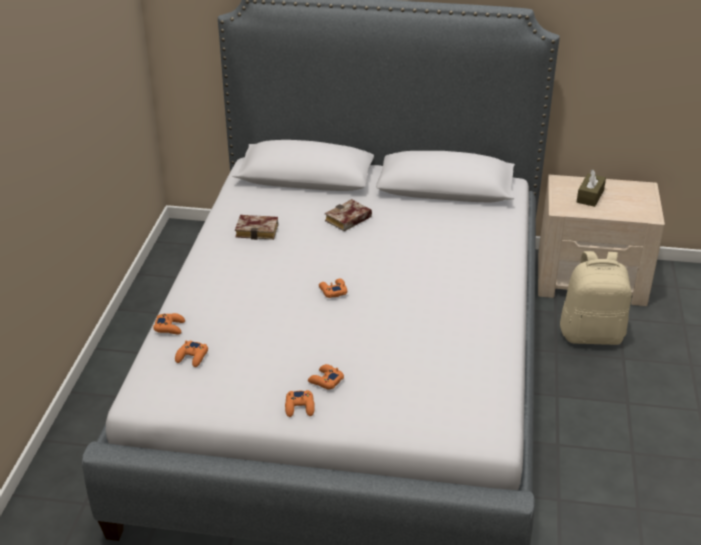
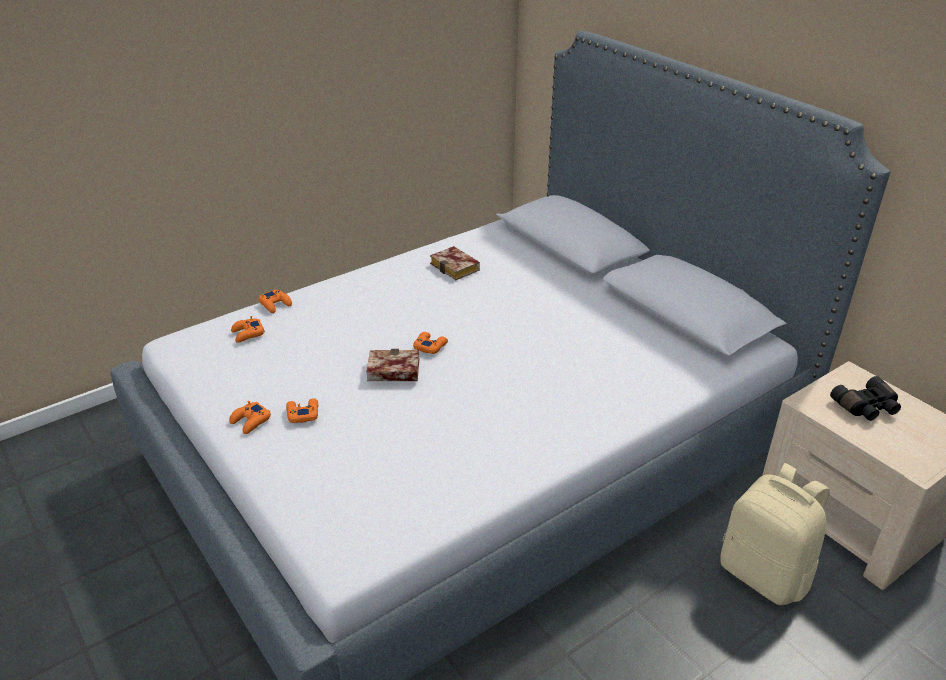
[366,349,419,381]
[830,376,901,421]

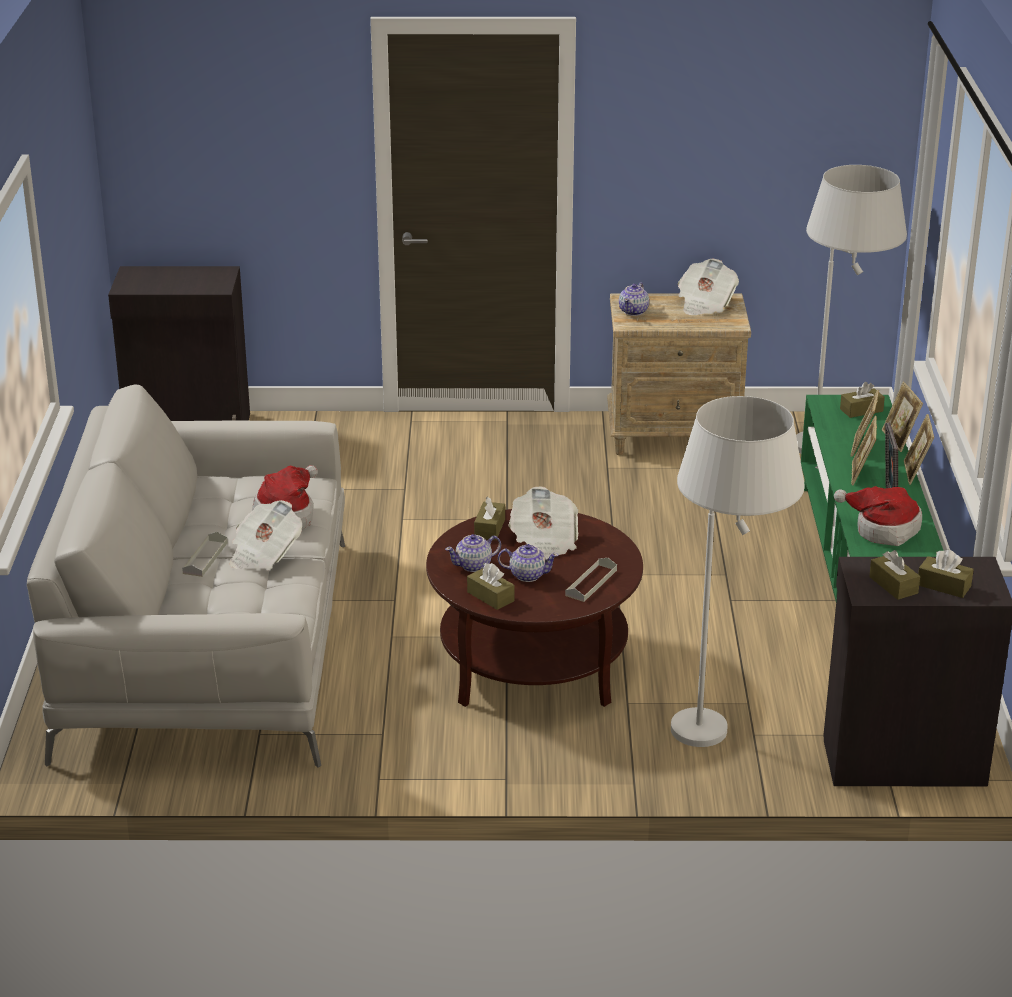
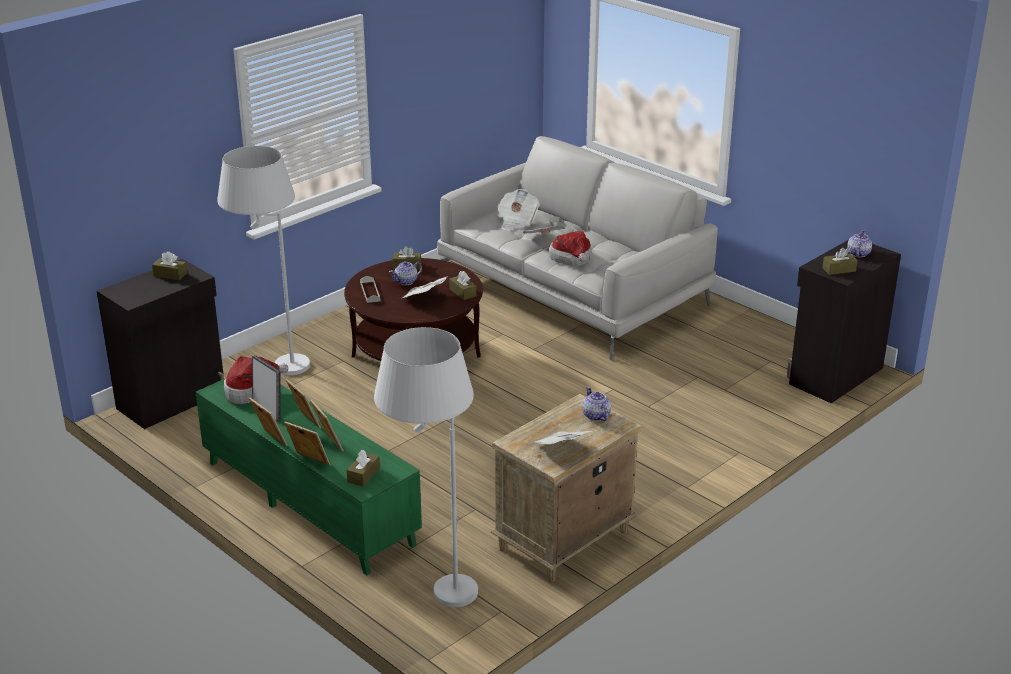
[497,189,540,229]
[847,230,872,257]
[822,248,858,275]

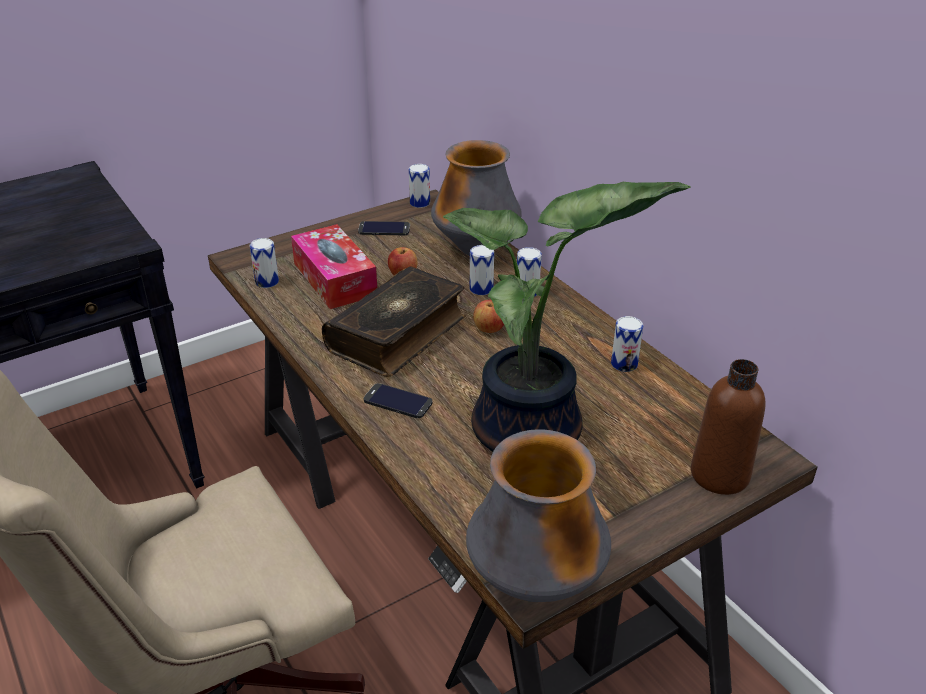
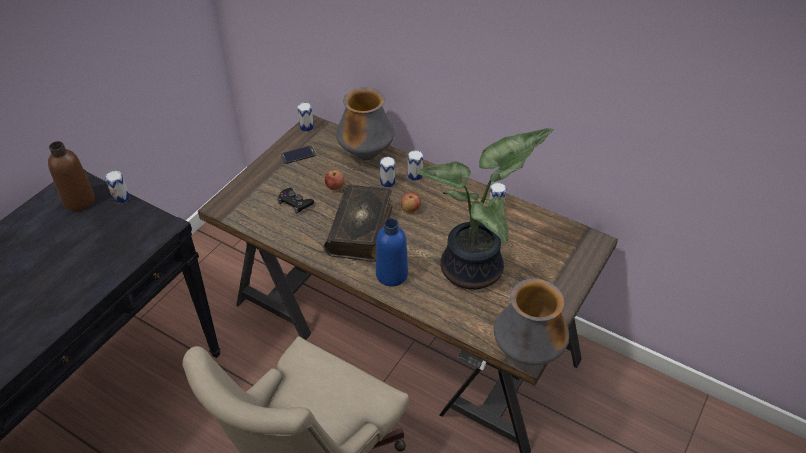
[105,171,130,204]
[48,141,95,211]
[277,188,314,214]
[376,218,408,287]

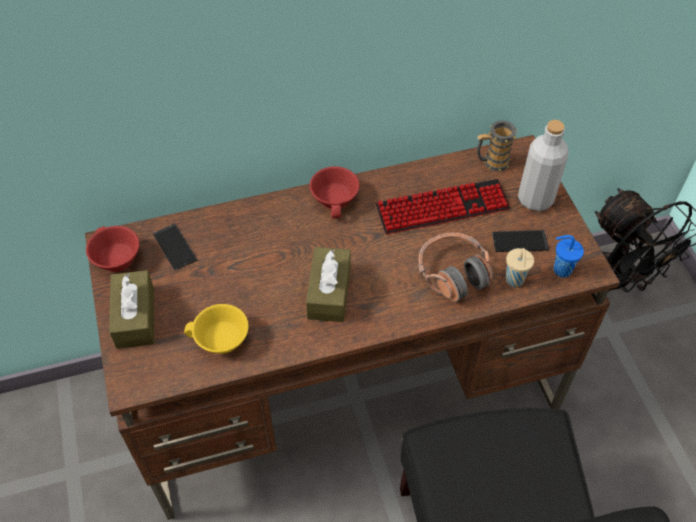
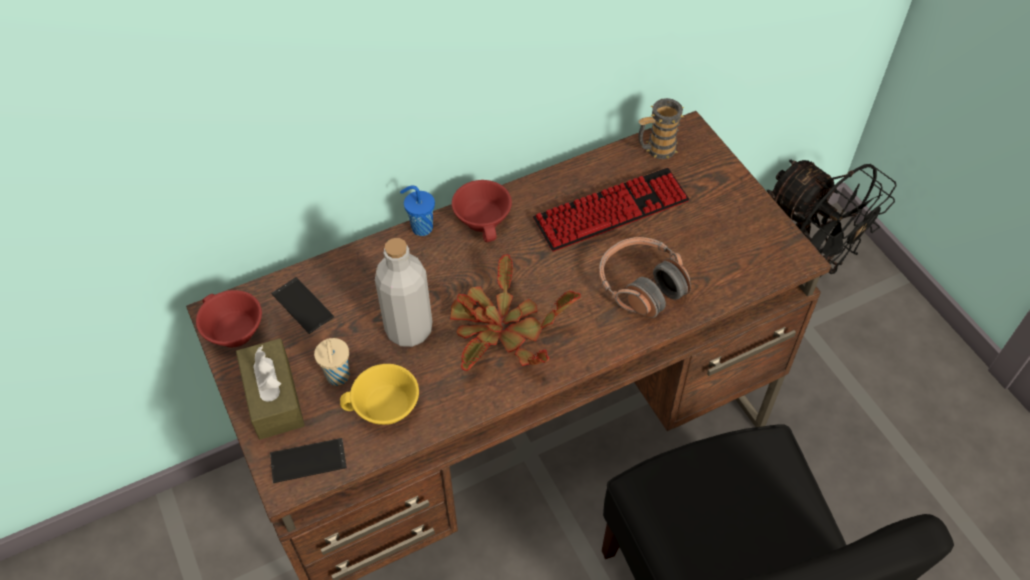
[270,438,347,483]
[314,338,350,386]
[375,238,432,347]
[400,186,435,236]
[450,255,581,371]

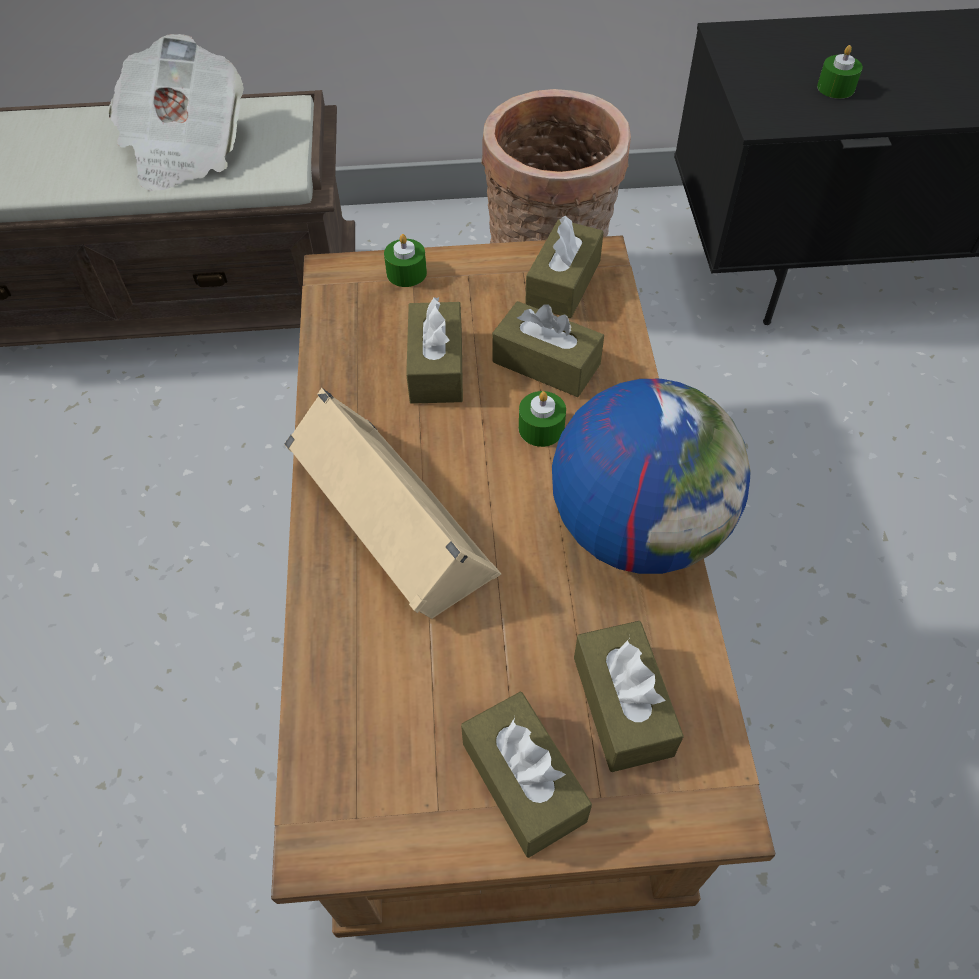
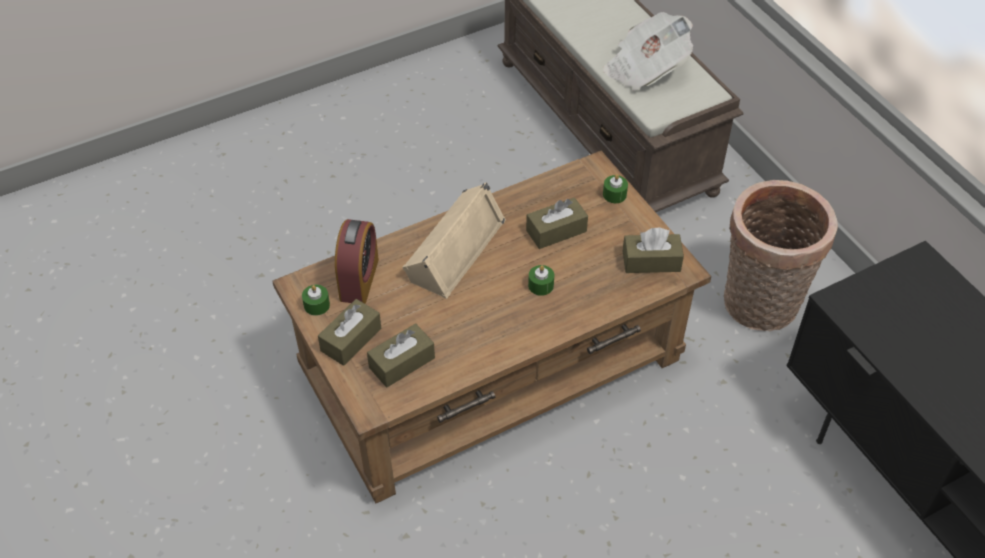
[492,301,604,397] (first image)
[552,379,750,574] (first image)
[335,219,379,304]
[302,285,330,316]

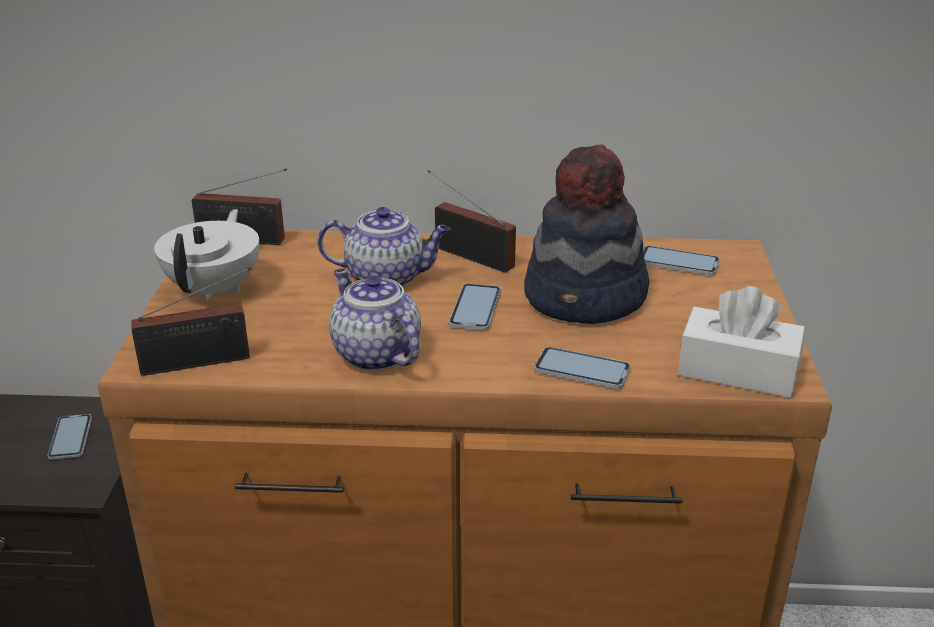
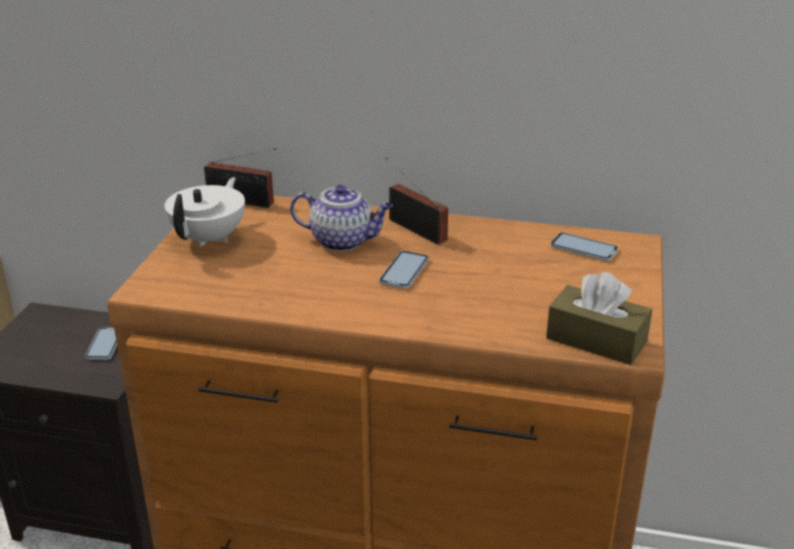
[131,267,251,376] (first image)
[329,268,421,371] (first image)
[524,144,650,324] (first image)
[534,347,631,389] (first image)
[546,272,652,365]

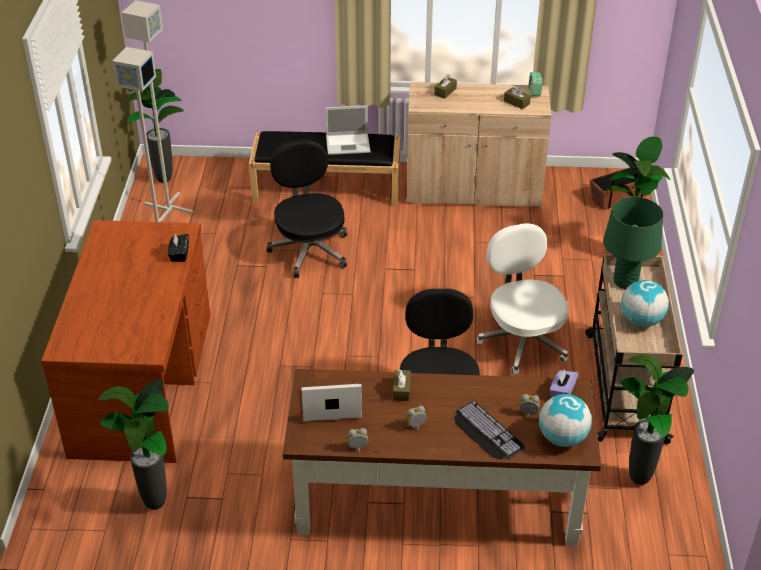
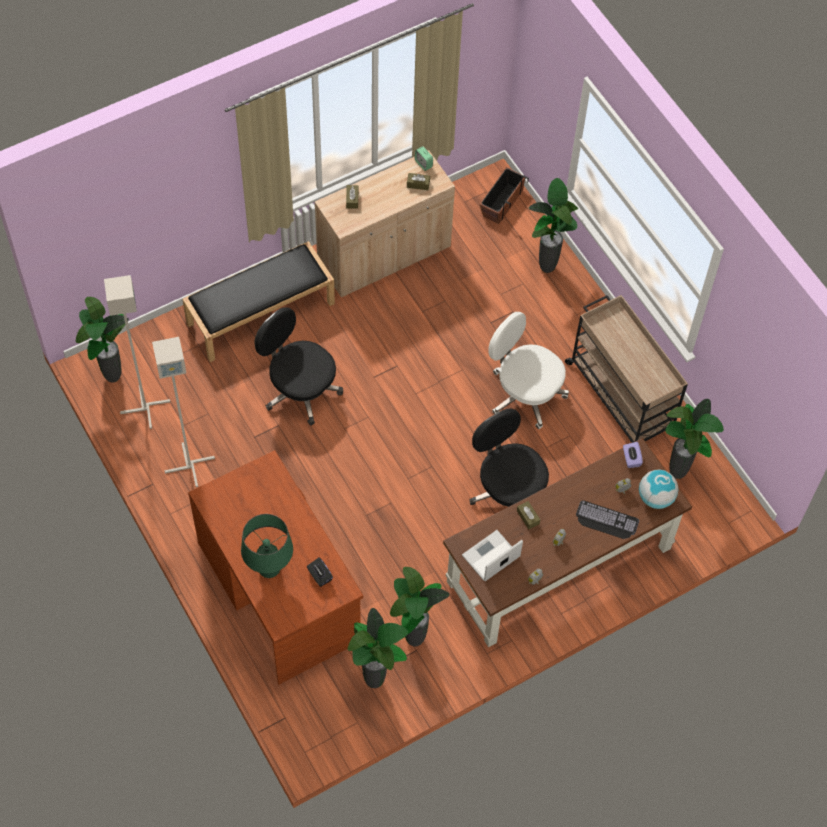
[325,105,371,155] (first image)
[621,280,669,327] (first image)
[390,567,449,646]
[307,557,333,587]
[241,514,293,578]

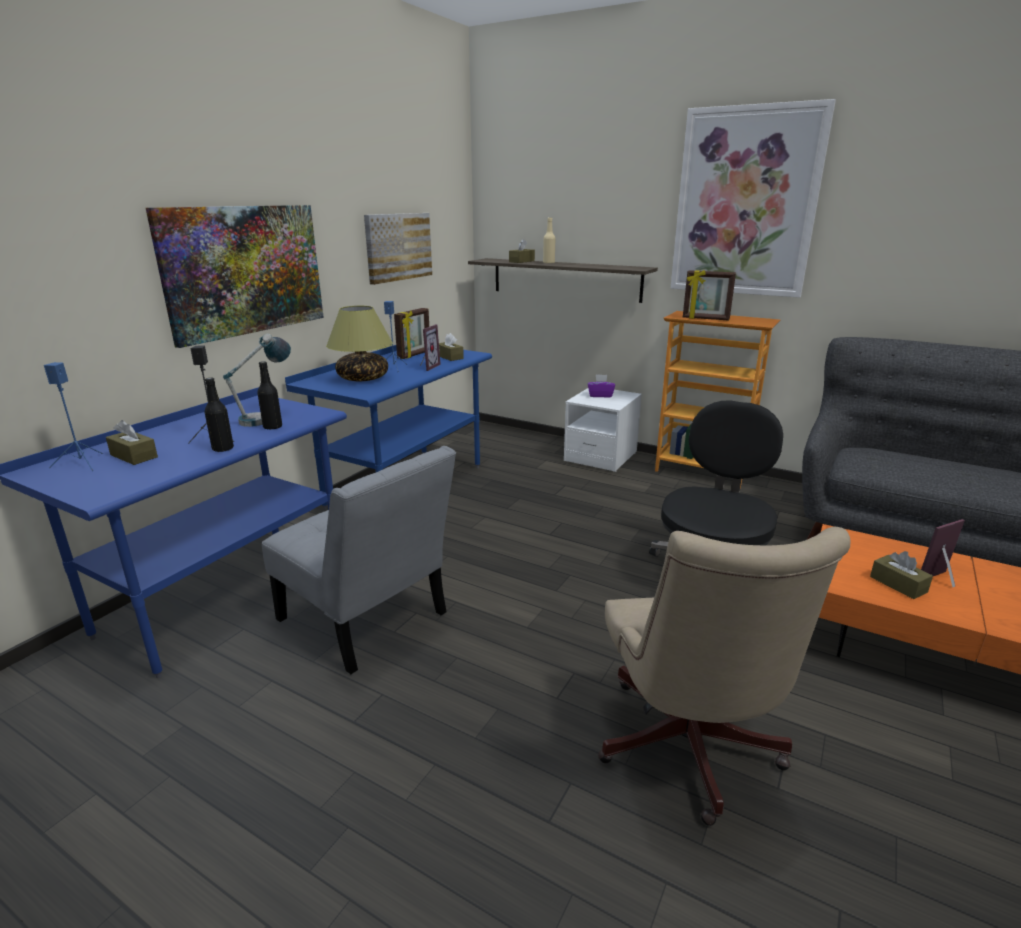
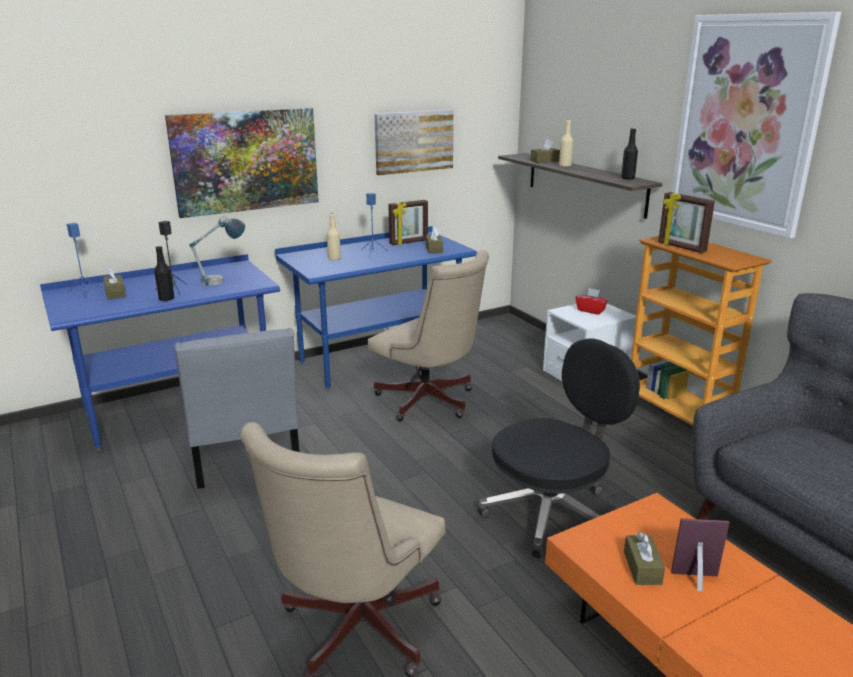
[420,324,441,371] (first image)
[368,250,489,421]
[621,128,638,179]
[327,213,341,261]
[576,288,608,315]

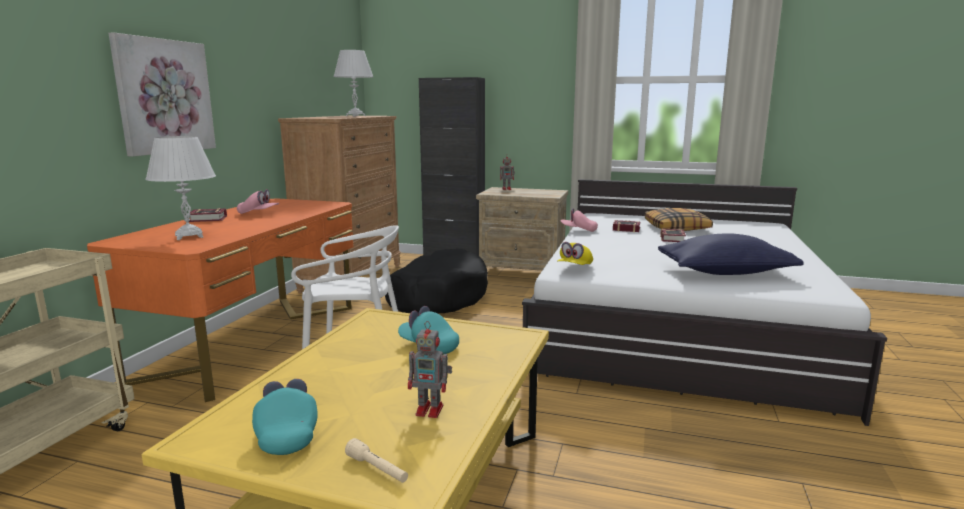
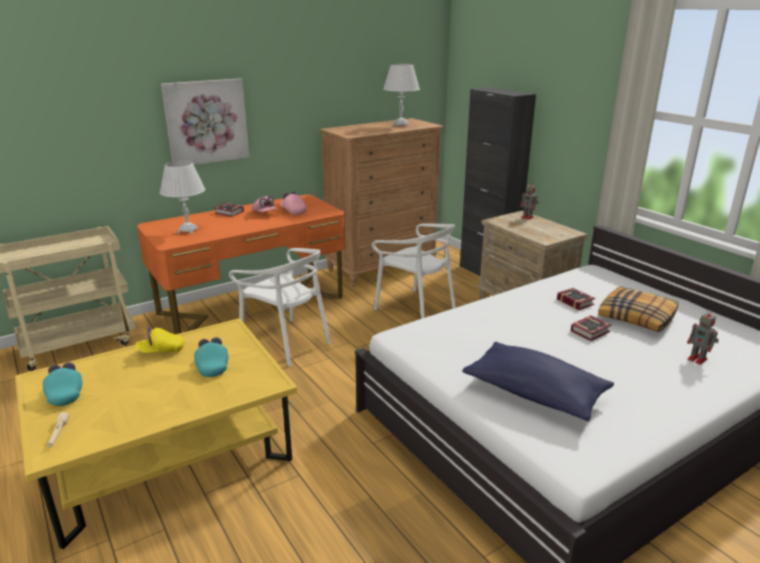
[687,310,719,365]
[135,326,184,353]
[280,191,307,215]
[372,223,456,319]
[43,362,82,406]

